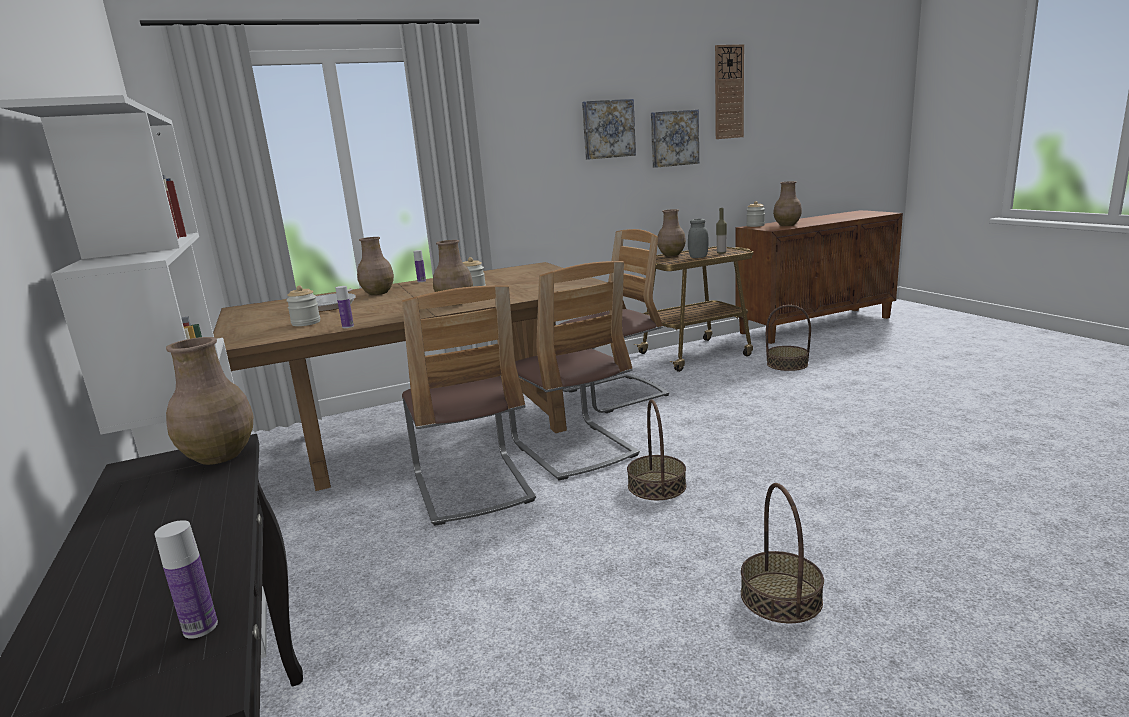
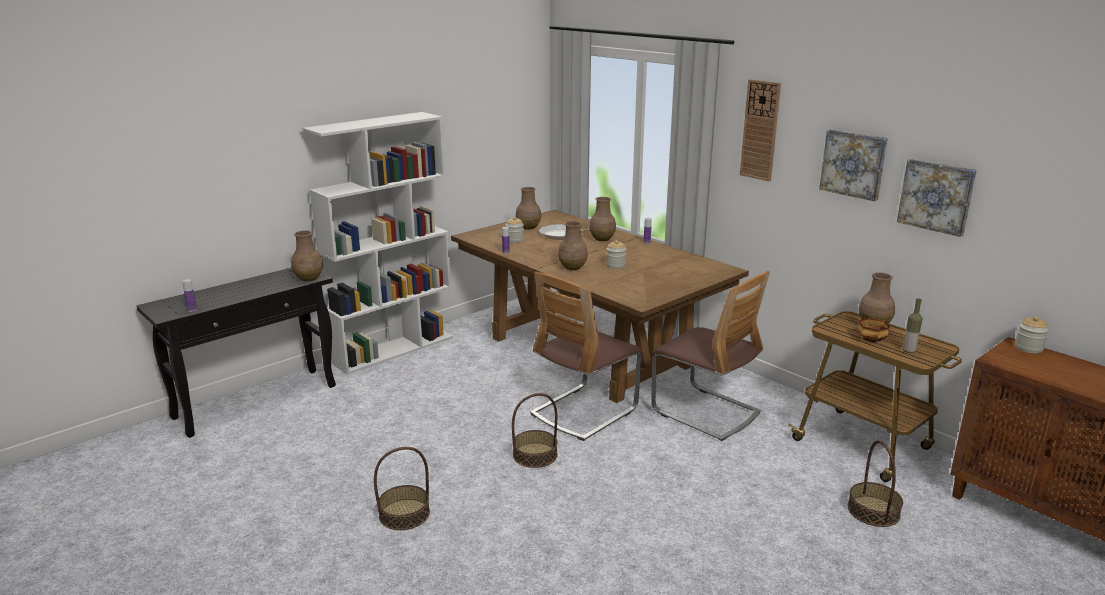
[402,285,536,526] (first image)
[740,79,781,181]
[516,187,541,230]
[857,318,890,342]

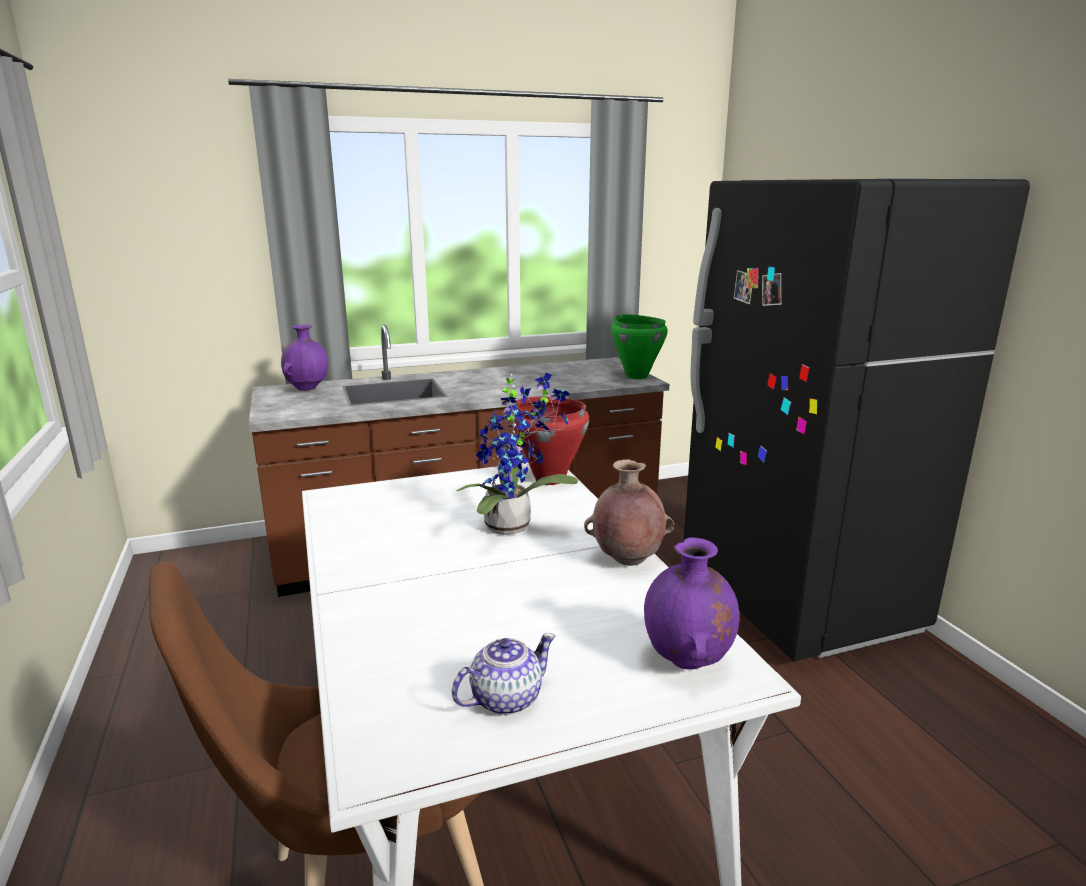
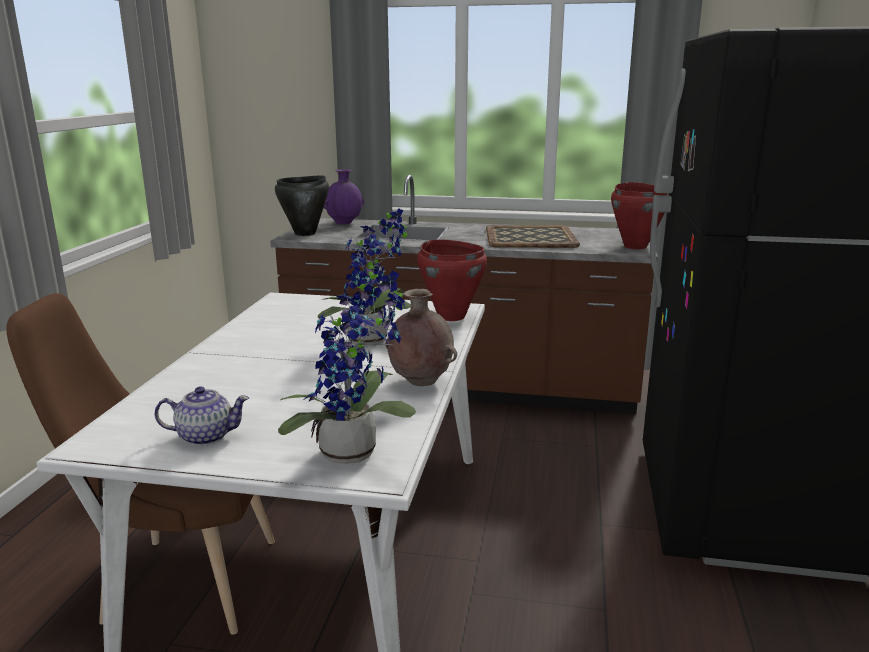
[275,176,329,236]
[486,225,580,248]
[278,266,416,464]
[611,182,667,249]

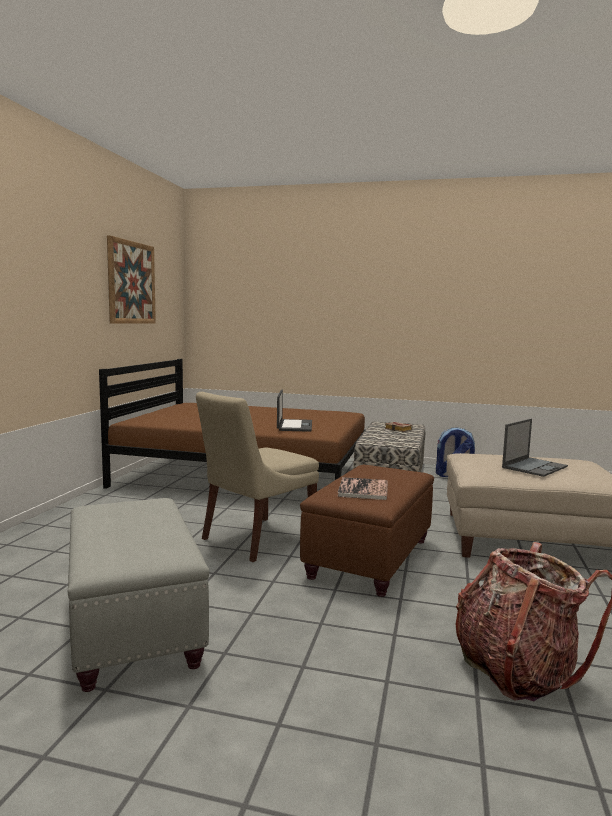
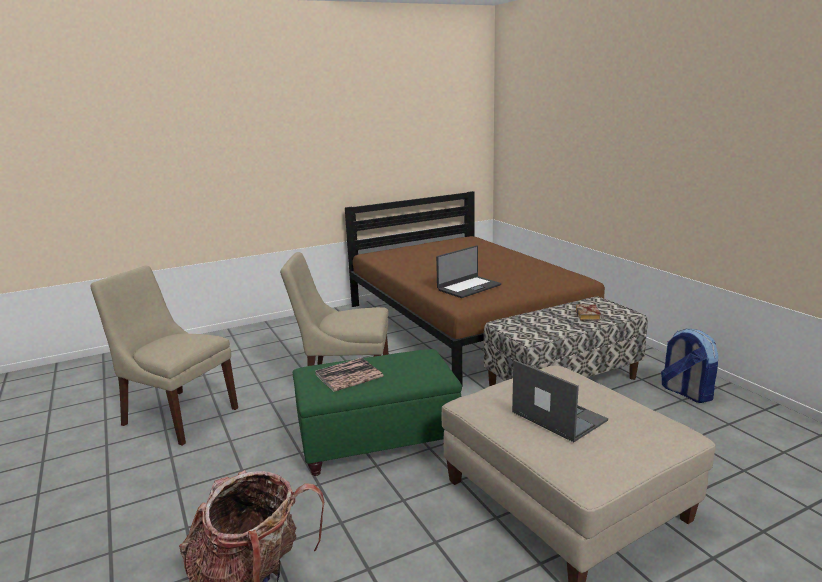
[107,235,156,324] (first image)
[91,266,238,446]
[293,349,462,476]
[512,360,608,442]

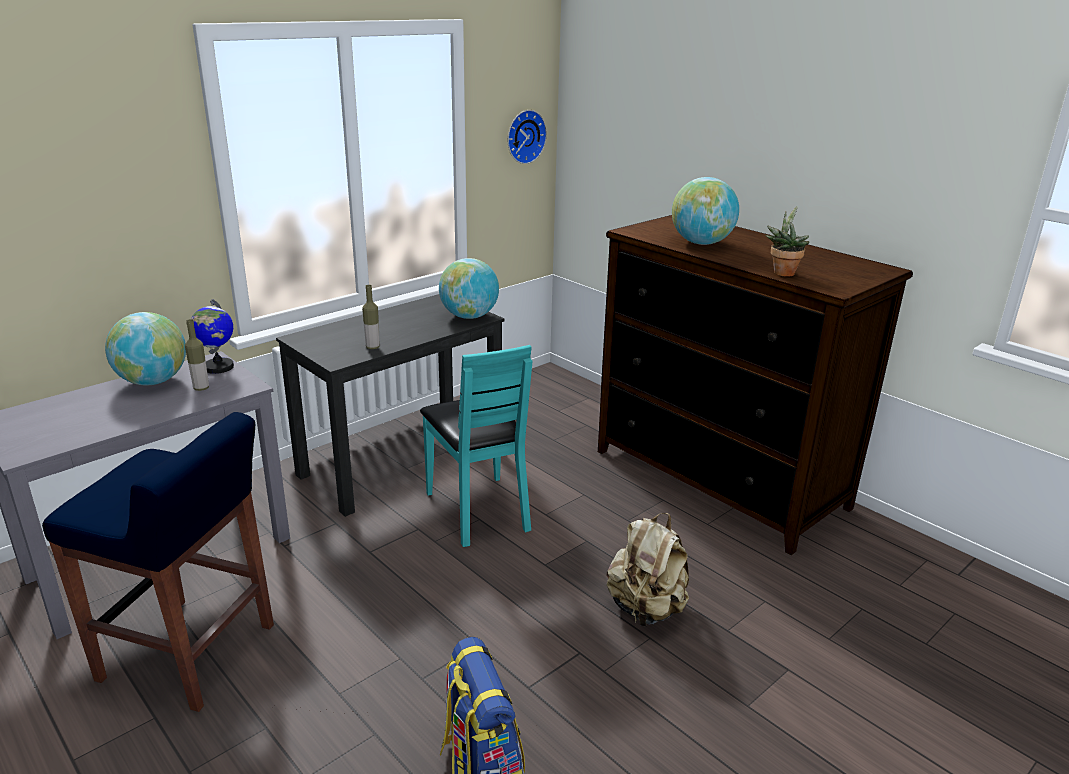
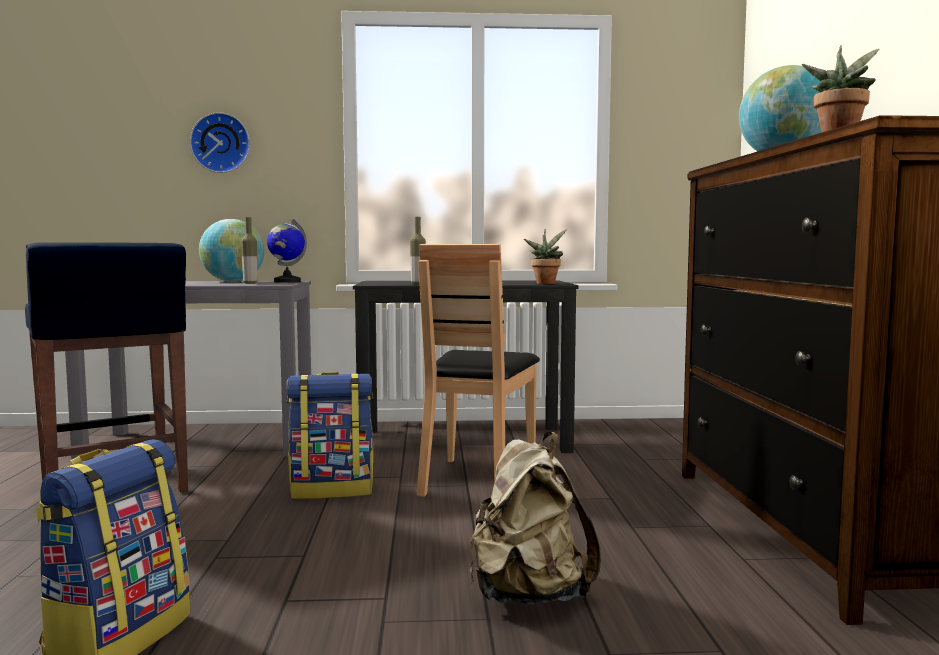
[286,372,373,499]
[190,112,250,173]
[524,229,567,284]
[417,244,540,497]

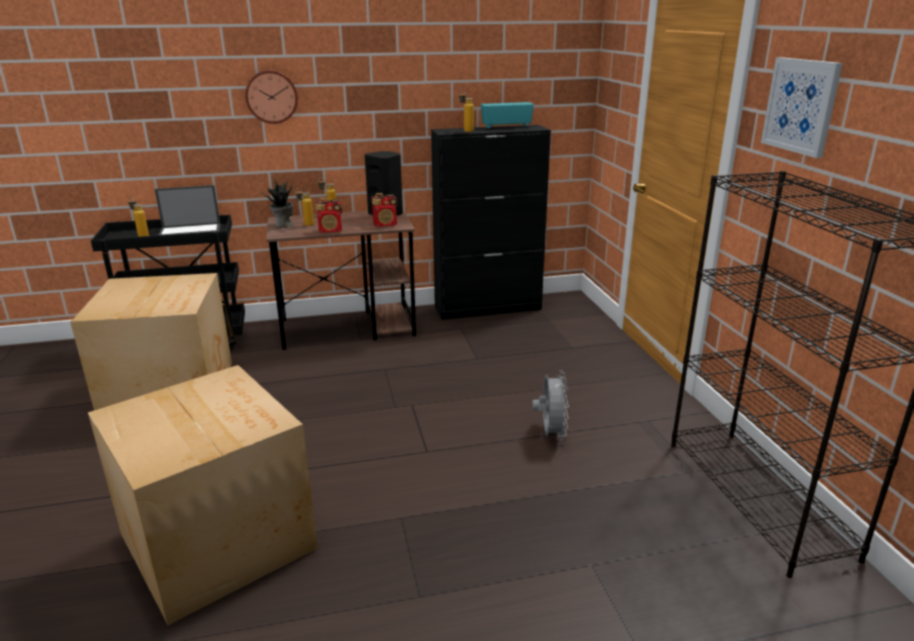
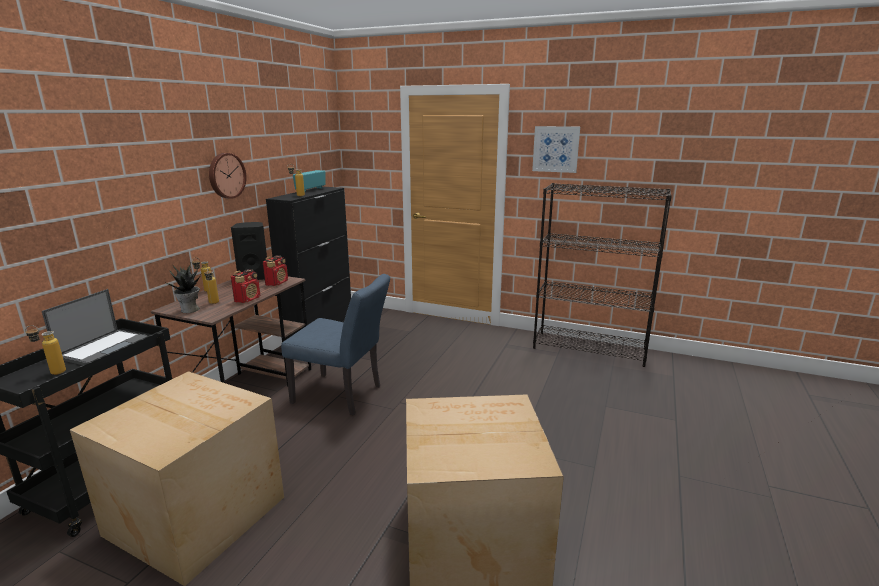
[532,370,569,440] (first image)
[281,274,390,416]
[209,153,247,199]

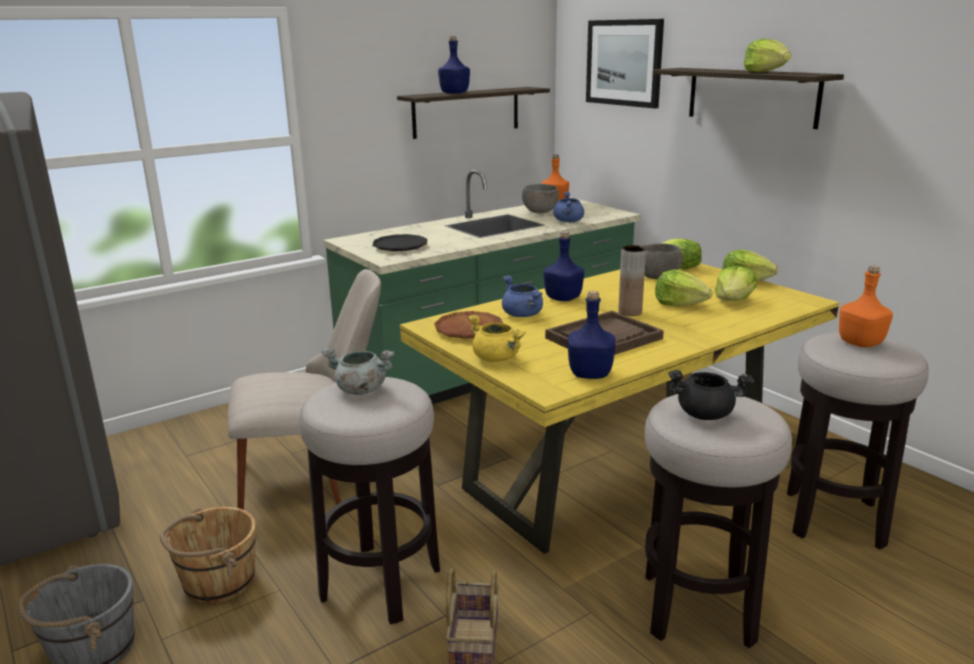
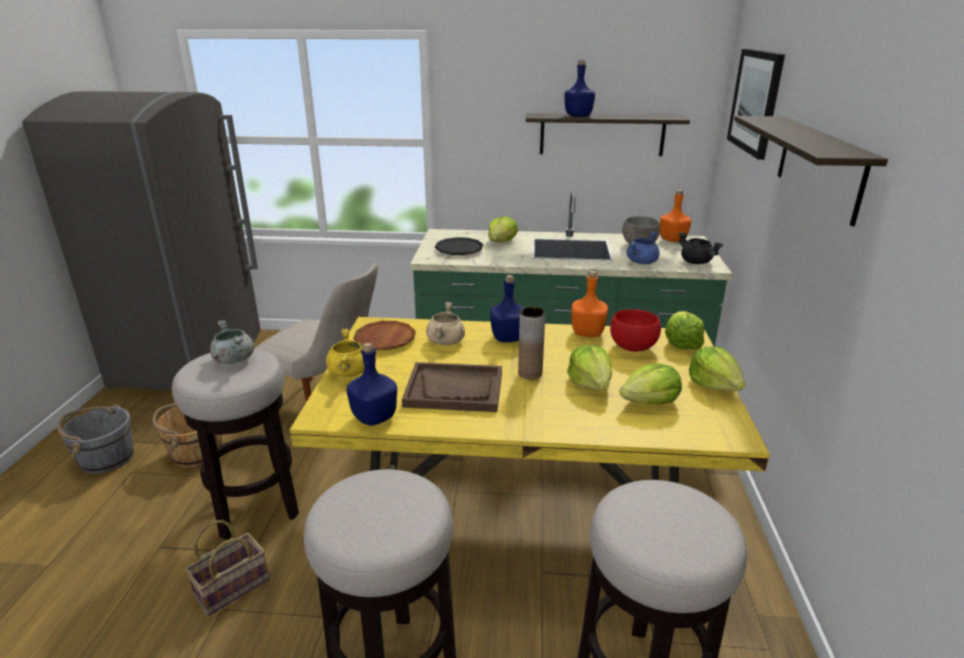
[678,232,723,264]
[488,216,518,242]
[571,271,608,337]
[426,302,465,345]
[610,309,661,352]

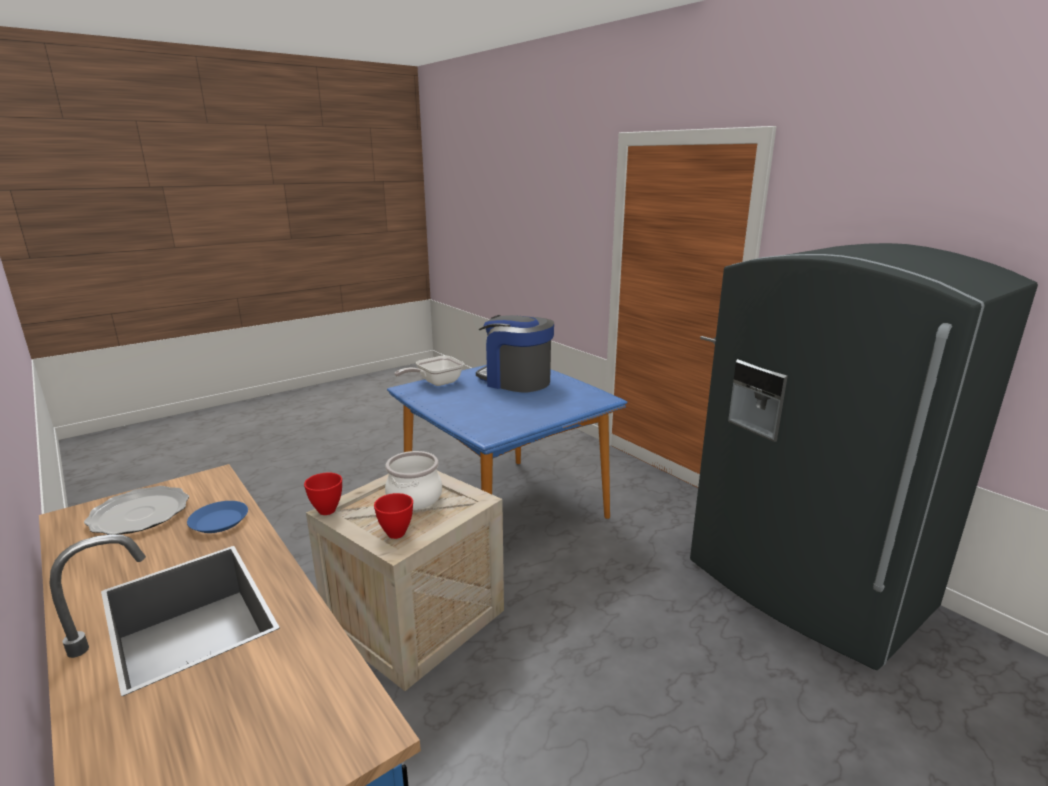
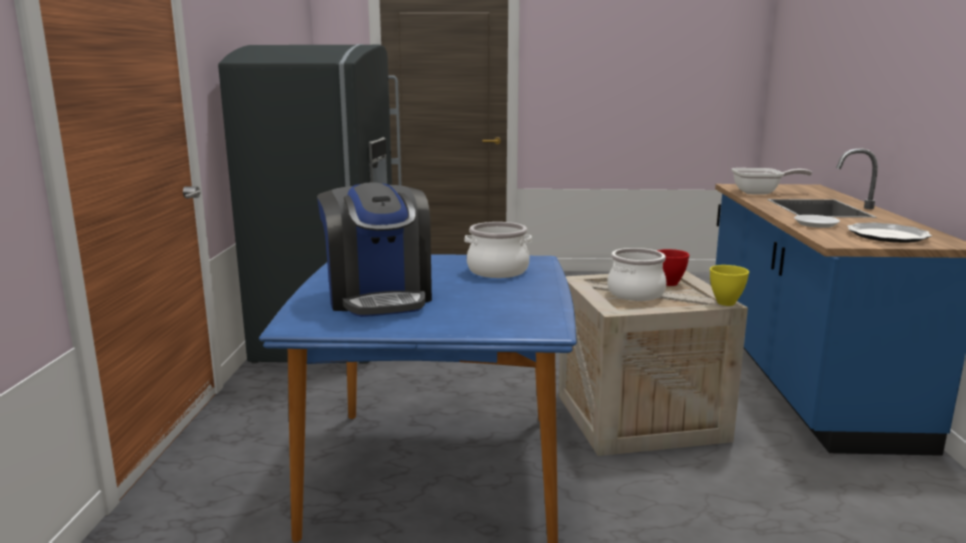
[465,222,532,278]
[732,168,812,194]
[794,215,840,228]
[710,265,749,306]

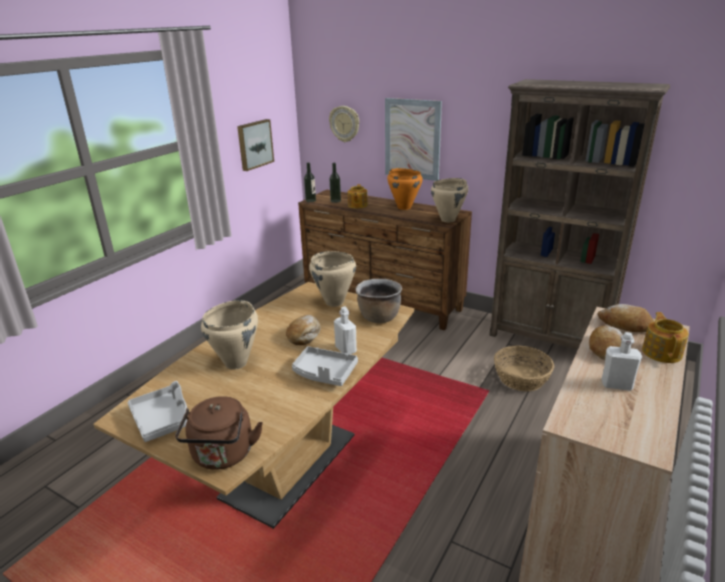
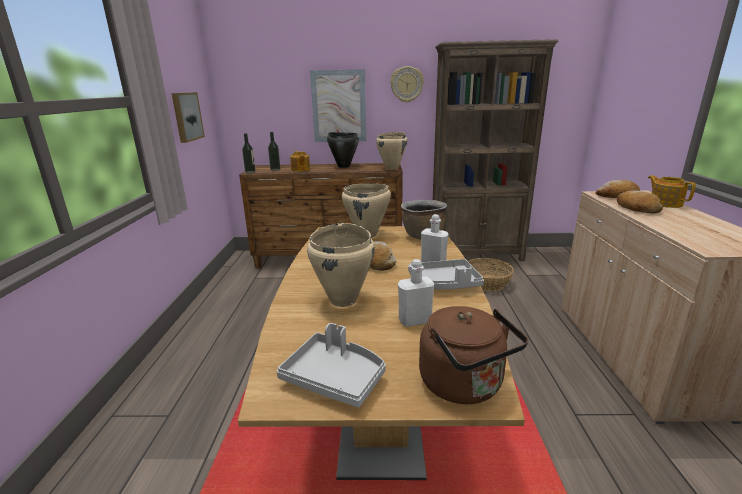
[390,66,424,103]
[398,259,434,327]
[327,132,359,168]

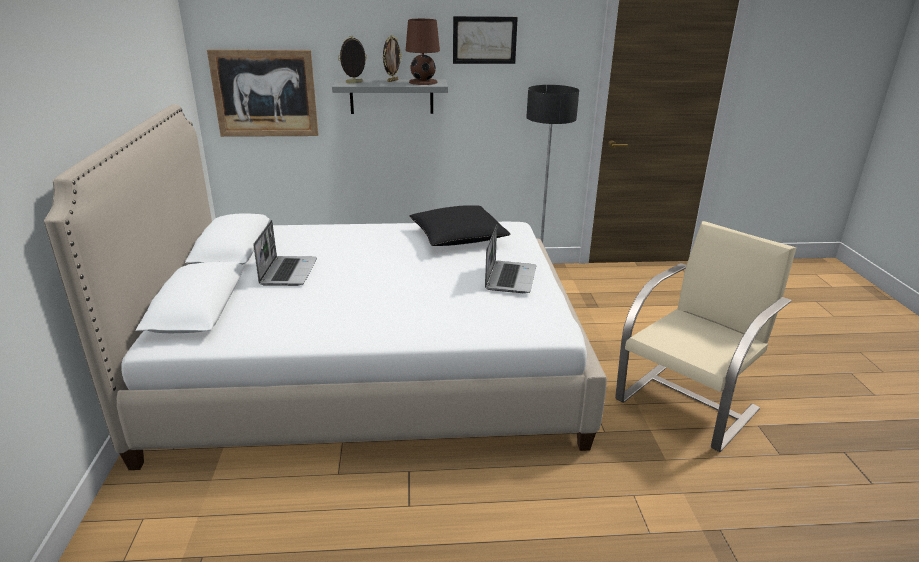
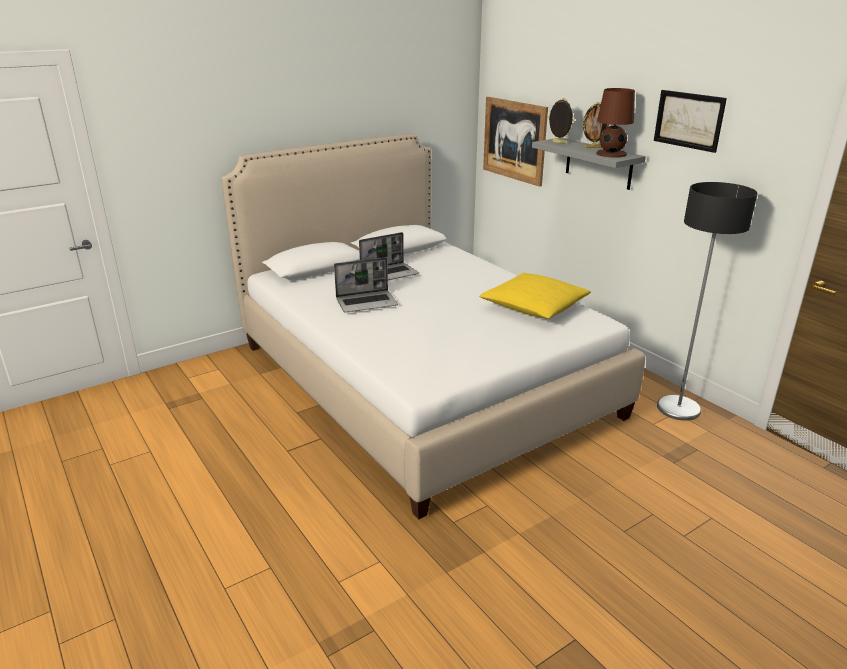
[615,221,796,452] (first image)
[334,257,398,312]
[479,273,591,319]

